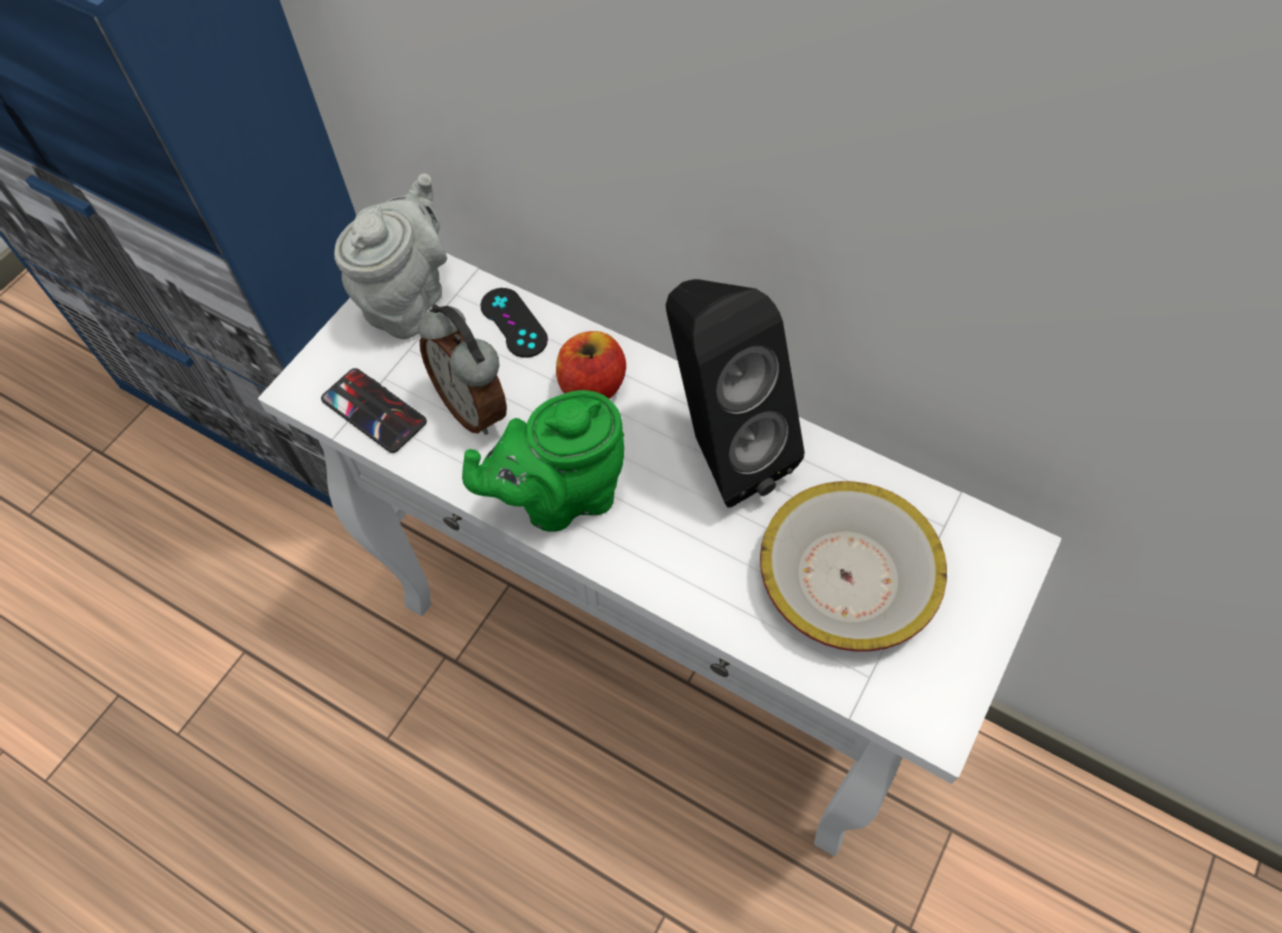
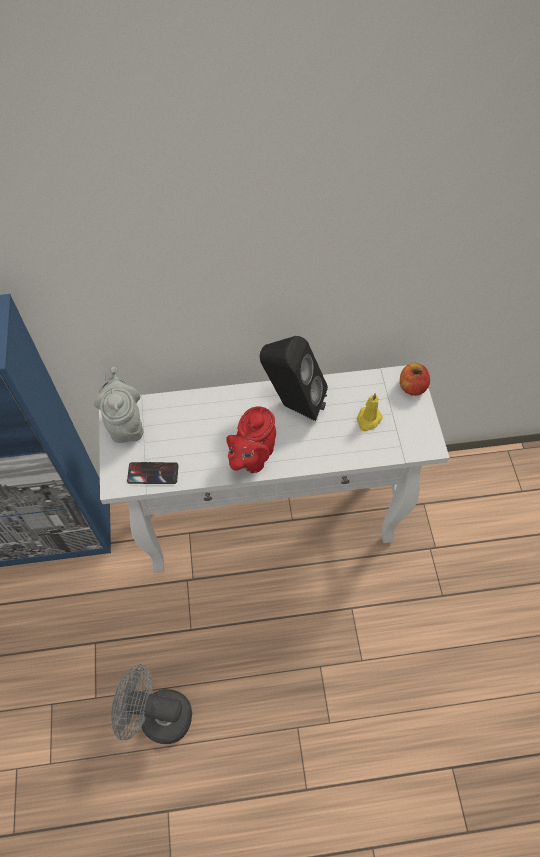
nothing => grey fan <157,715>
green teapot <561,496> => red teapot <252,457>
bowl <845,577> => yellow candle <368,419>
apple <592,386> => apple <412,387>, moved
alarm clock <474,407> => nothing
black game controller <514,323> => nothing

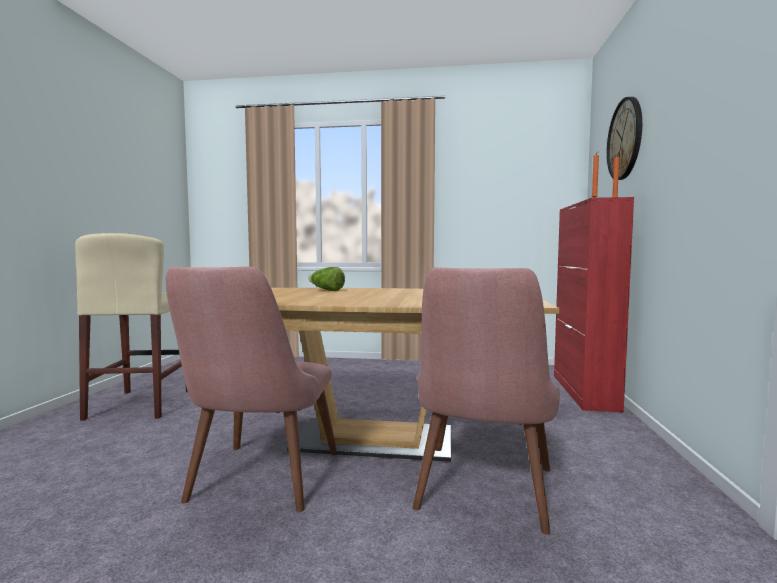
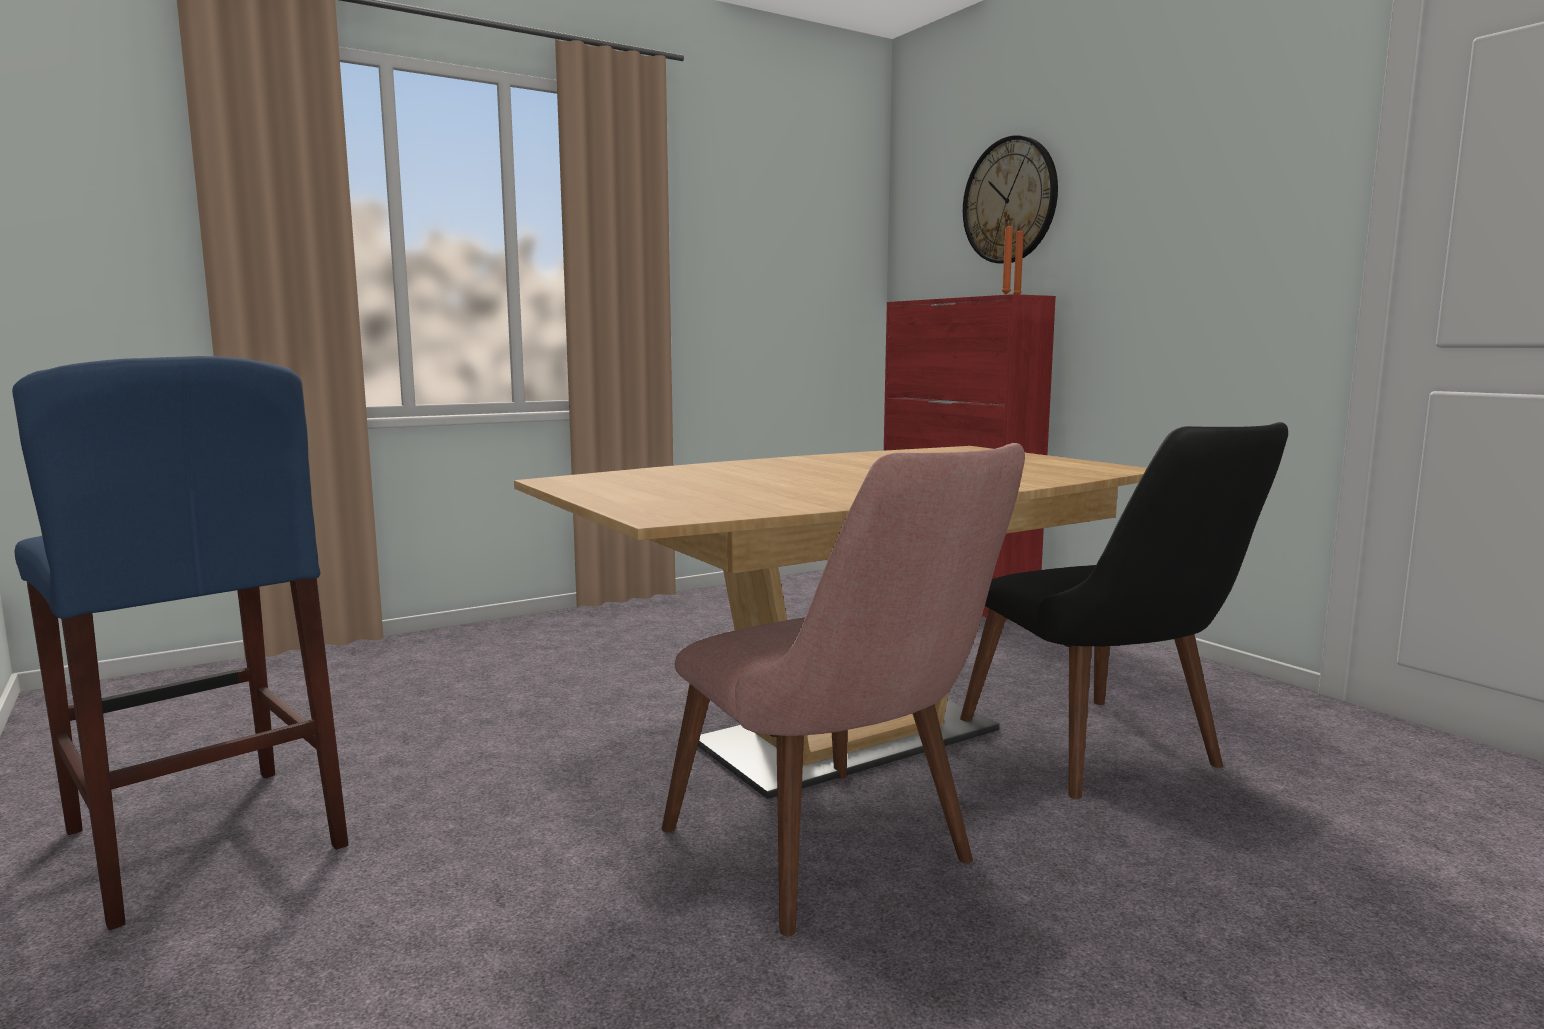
beige stool <141,404> => blue stool <203,838>
pink chair <483,498> => black chair <1109,757>
lettuce <326,290> => nothing

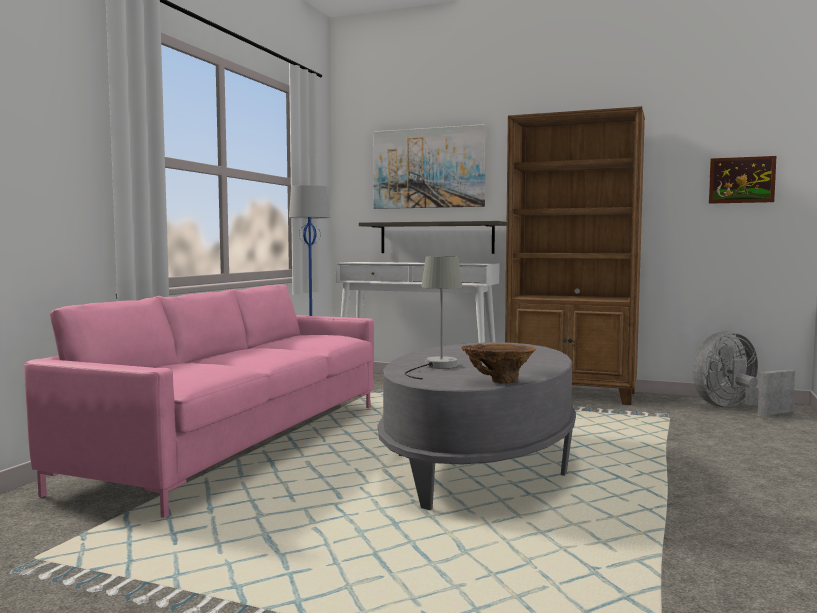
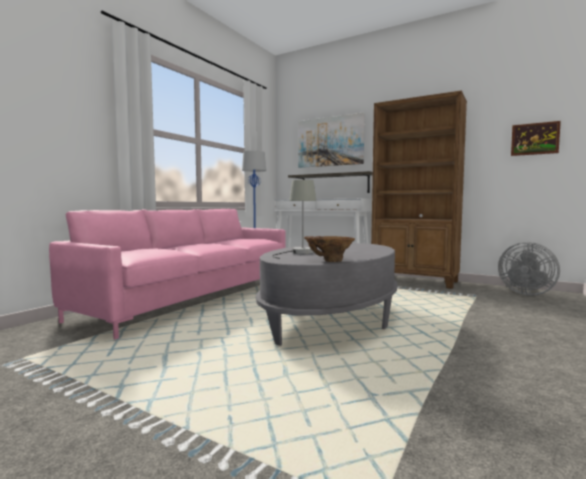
grey fan <734,408> => grey fan <525,293>, 120 degrees counterclockwise

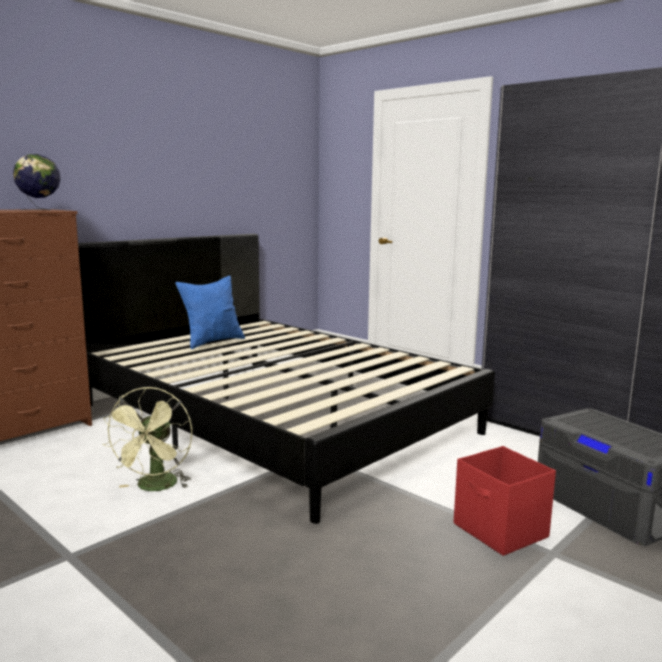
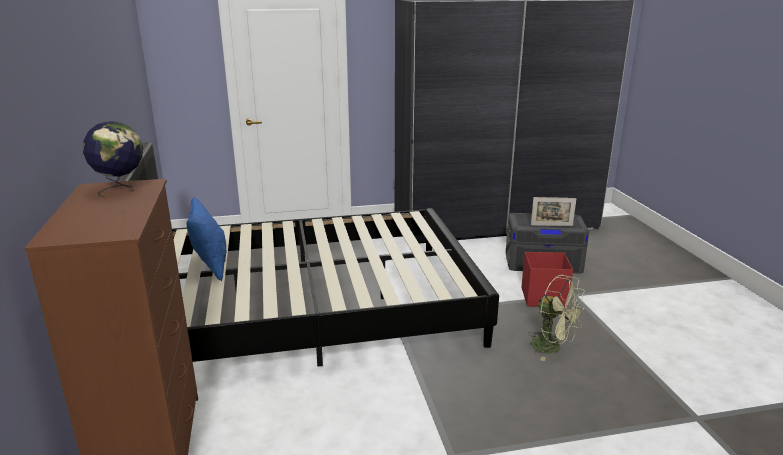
green fan <155,487> => green fan <552,347>, moved
nothing => picture frame <551,225>

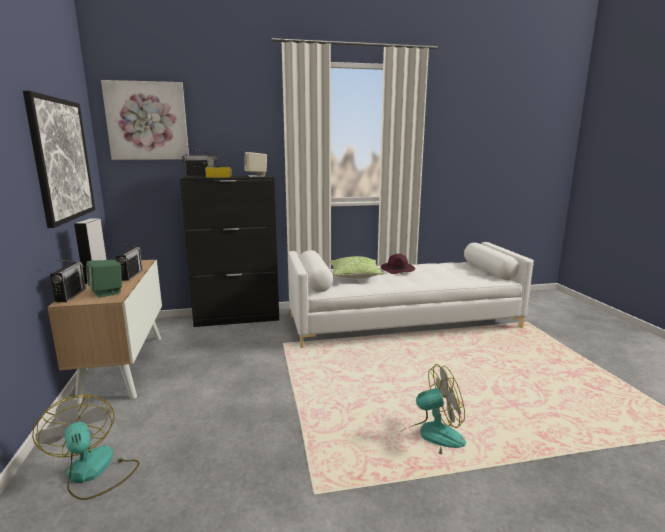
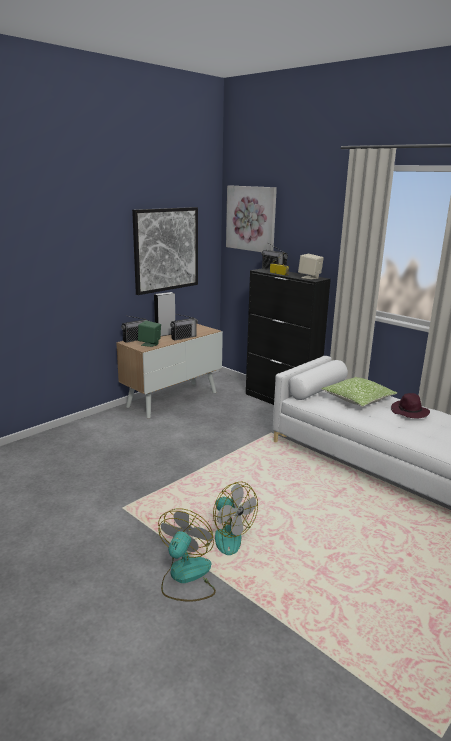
fan <93,472> => fan <186,577>, moved

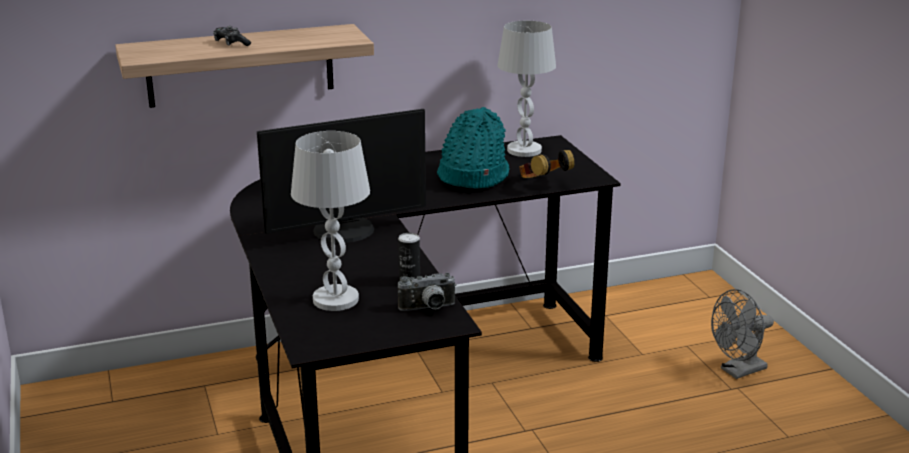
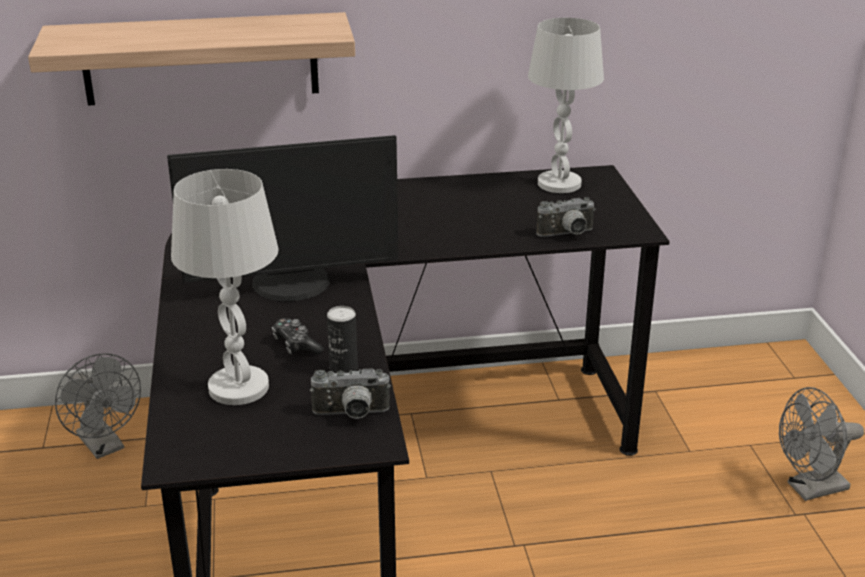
nothing => grey fan <105,446>
game controller <231,43> => game controller <296,345>, moved
headphones <543,184> => photo camera <567,234>
turquoise hat <472,176> => nothing

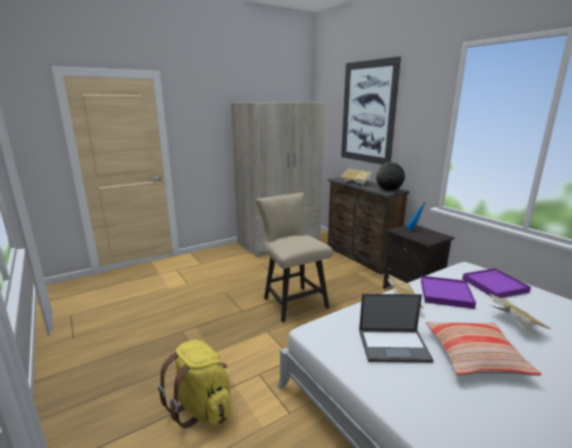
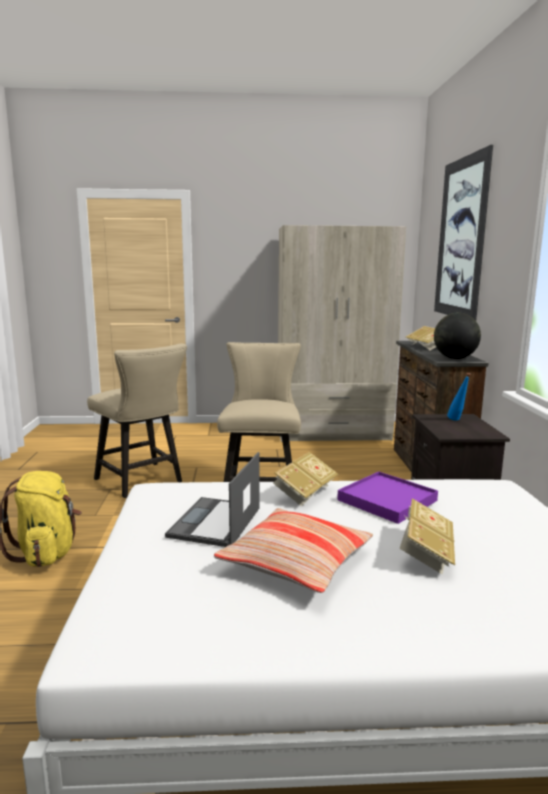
nothing => beige chair <142,482>
laptop <394,345> => laptop <215,523>, 75 degrees clockwise
purple tray <494,285> => nothing

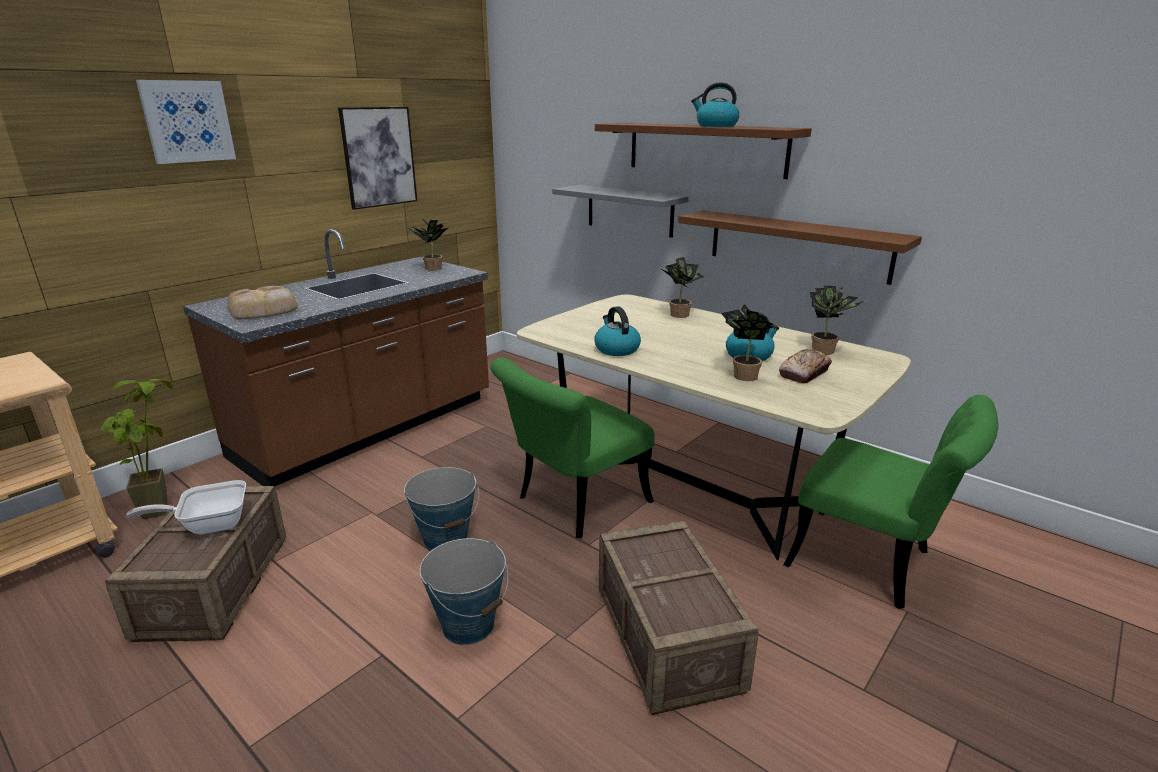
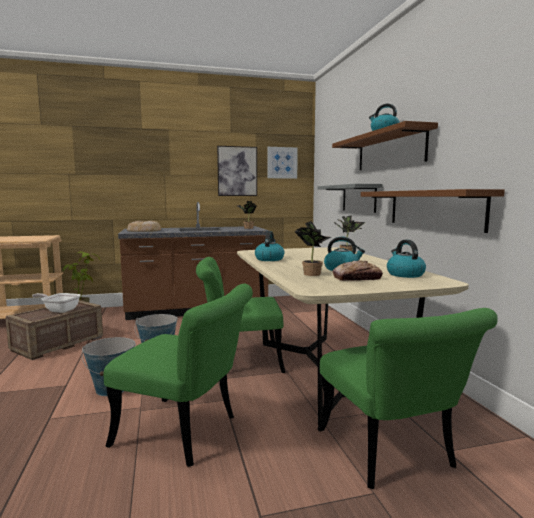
crate <668,639> => green chair <187,433>
picture <187,121> => picture <282,162>, moved
potted plant <826,351> => kettle <404,274>

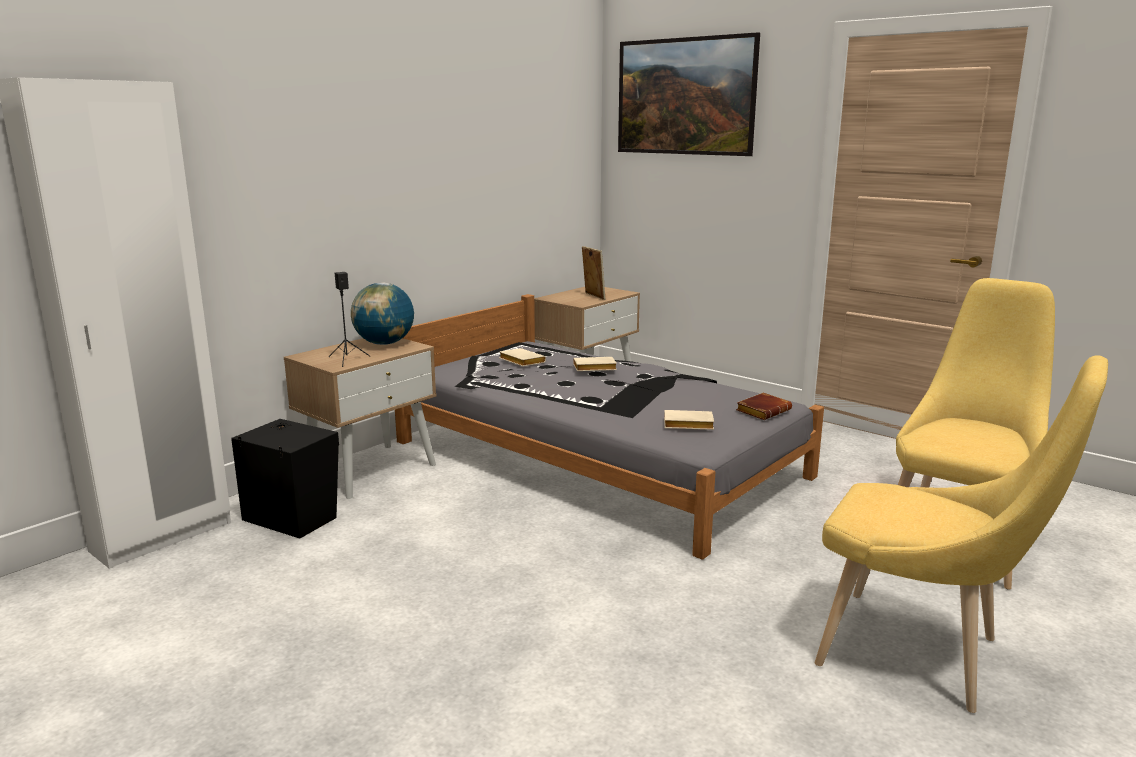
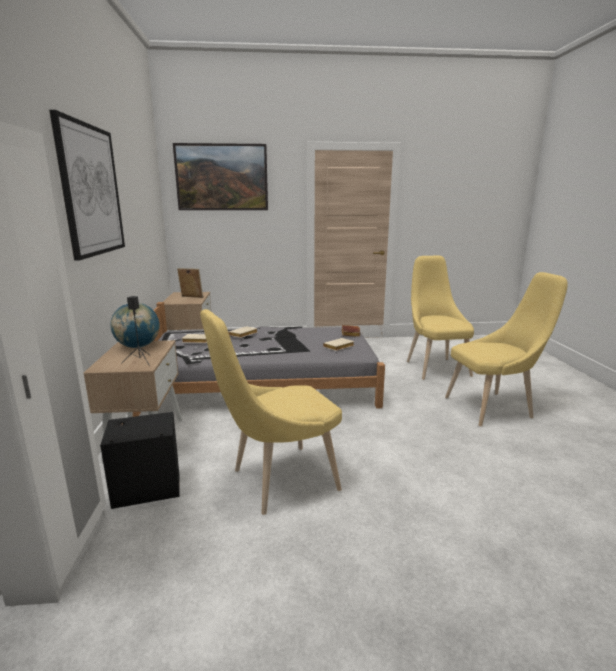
nothing => picture <91,190>
nothing => yellow chair <278,481>

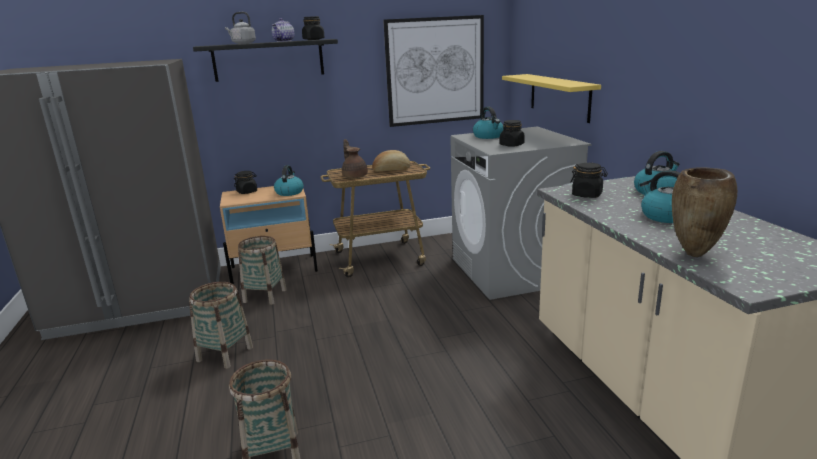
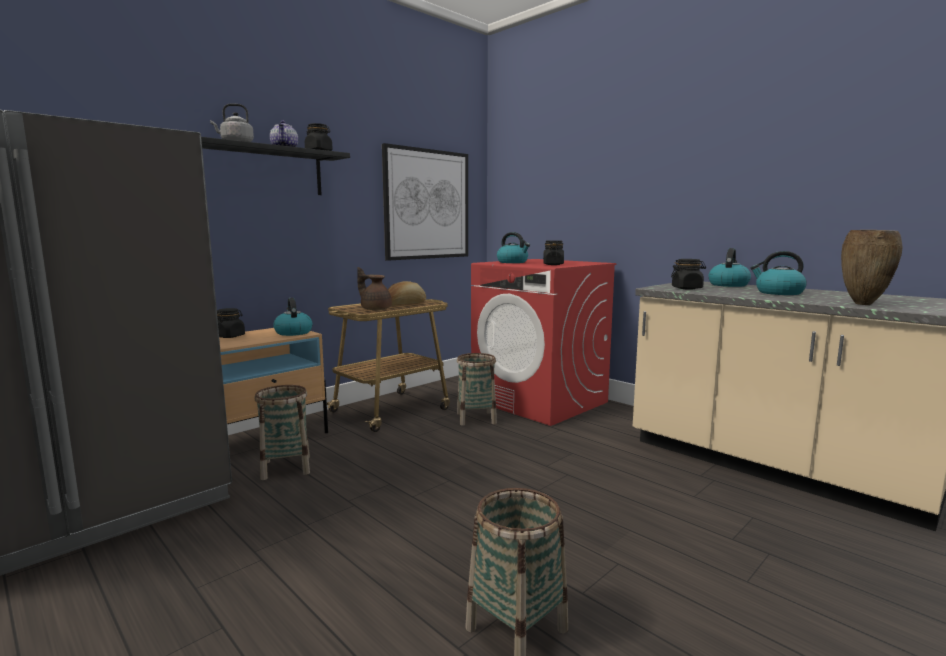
basket <225,354> => basket <476,418>, moved
grey washing machine <512,271> => red washing machine <540,401>
yellow shelf <559,96> => nothing

